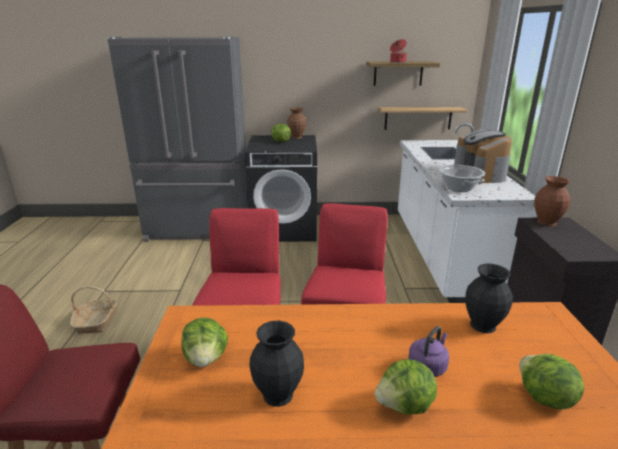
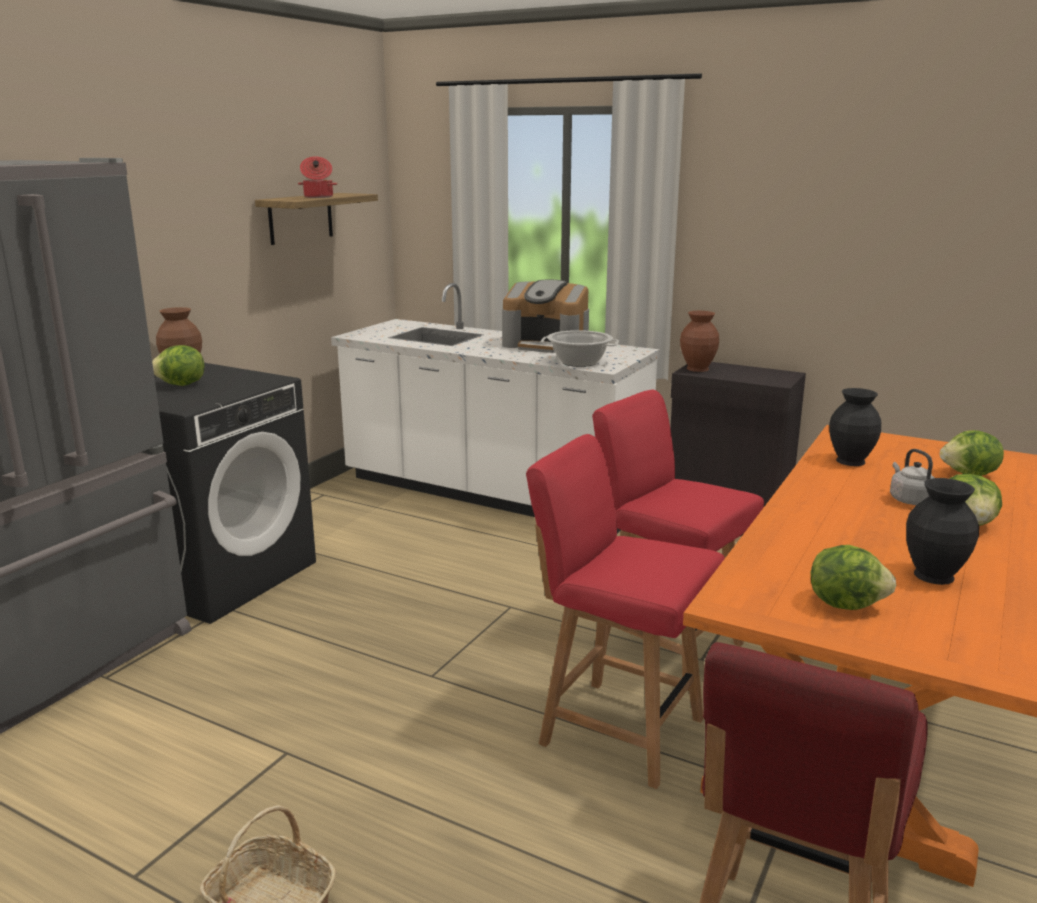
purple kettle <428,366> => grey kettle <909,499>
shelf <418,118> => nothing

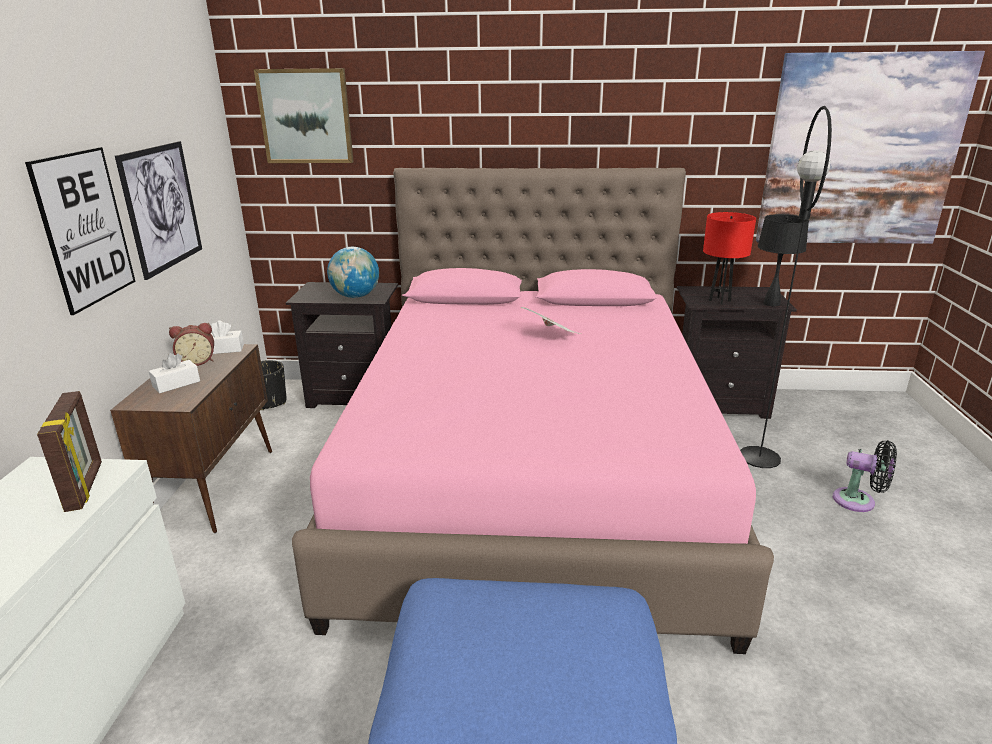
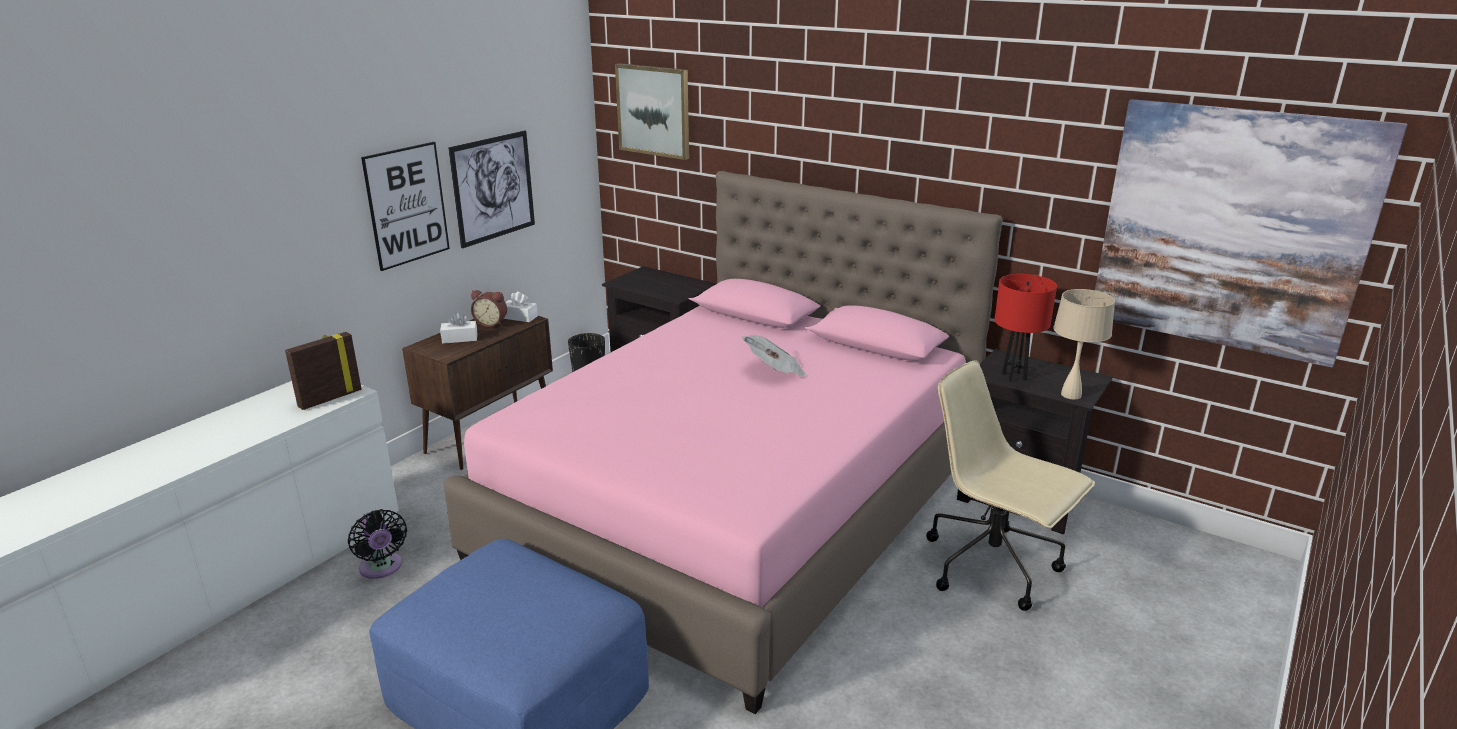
picture frame <86,487> => picture frame <329,398>, 150 degrees counterclockwise
black fan <858,501> => black fan <381,568>, moved
black floor lamp <759,457> => beige office chair <993,567>
black table lamp <771,303> => beige table lamp <1070,395>
globe <355,296> => nothing

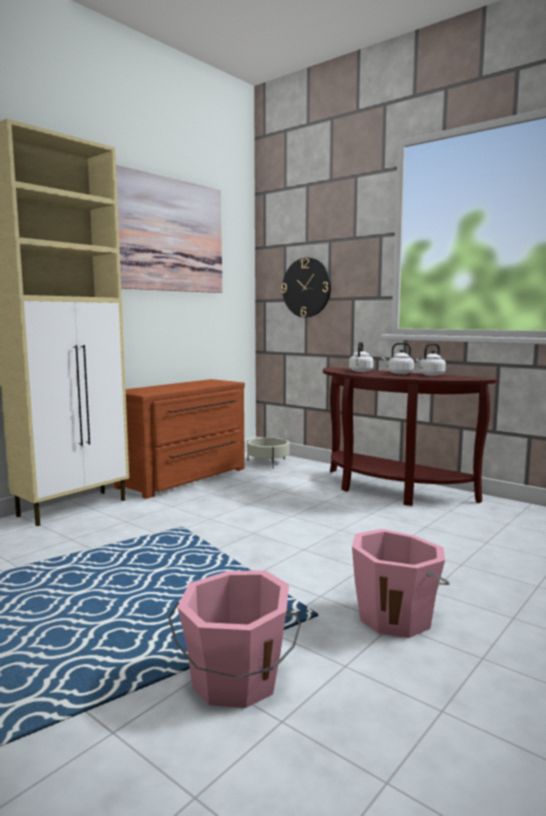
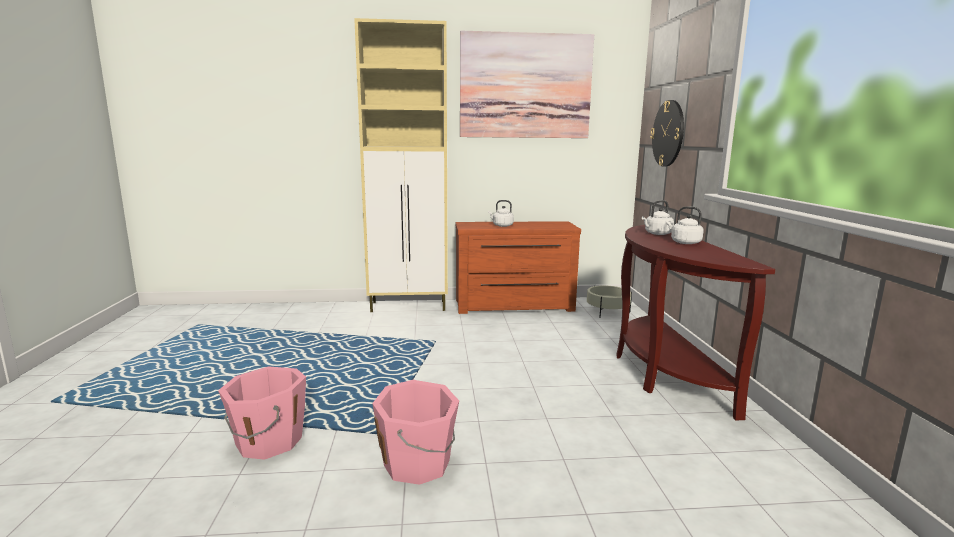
white kettle <430,375> => white kettle <501,225>, moved

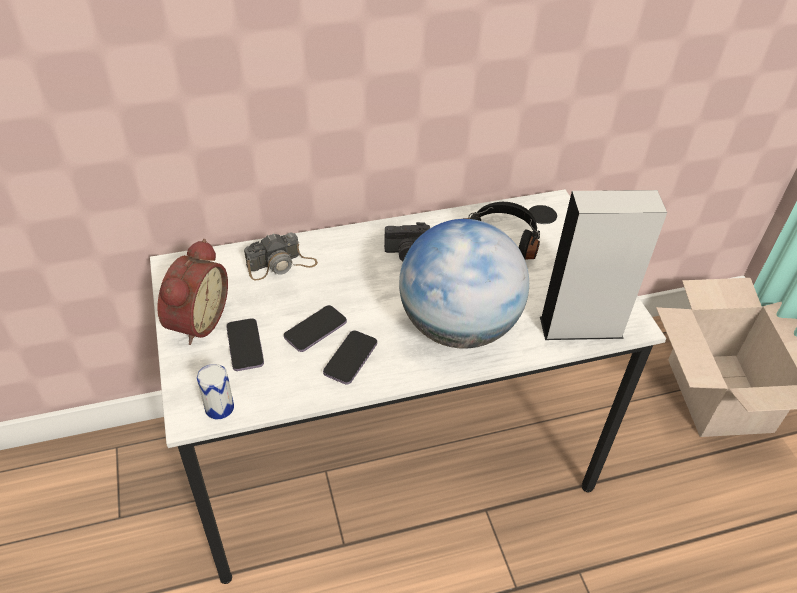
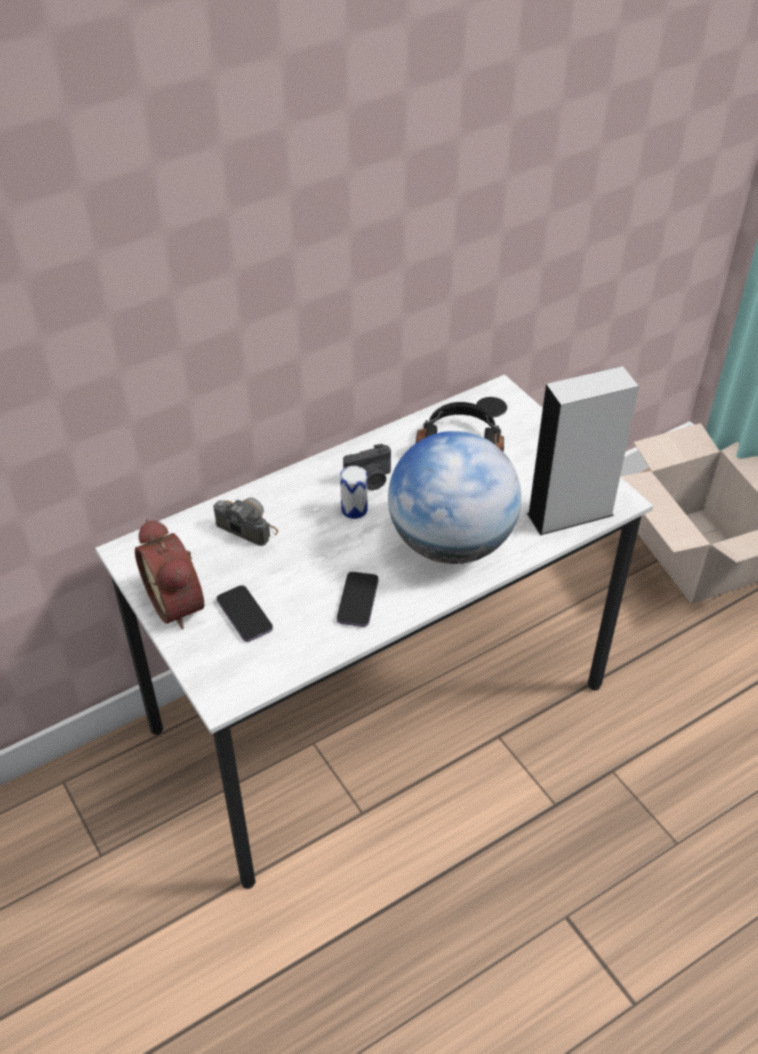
alarm clock <195,320> => alarm clock <179,602>, 150 degrees clockwise
photo camera <281,265> => photo camera <243,523>, 105 degrees counterclockwise
can <219,408> => can <354,509>, moved
phone <315,330> => nothing

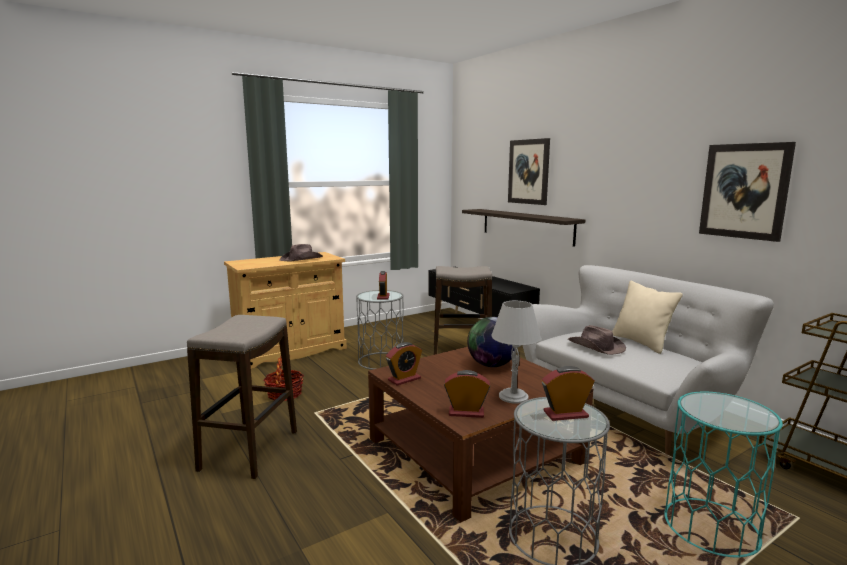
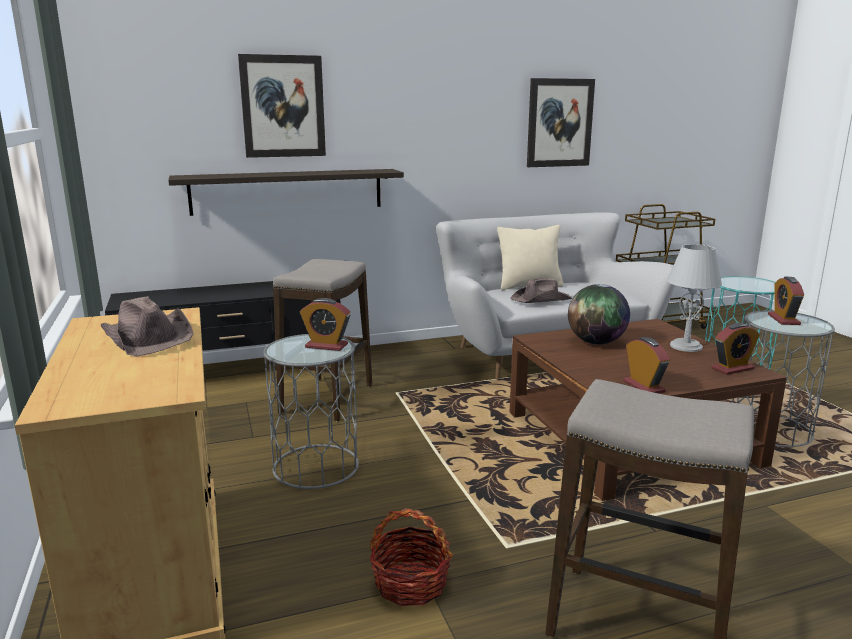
alarm clock <466,412> => alarm clock <732,368>, 135 degrees counterclockwise

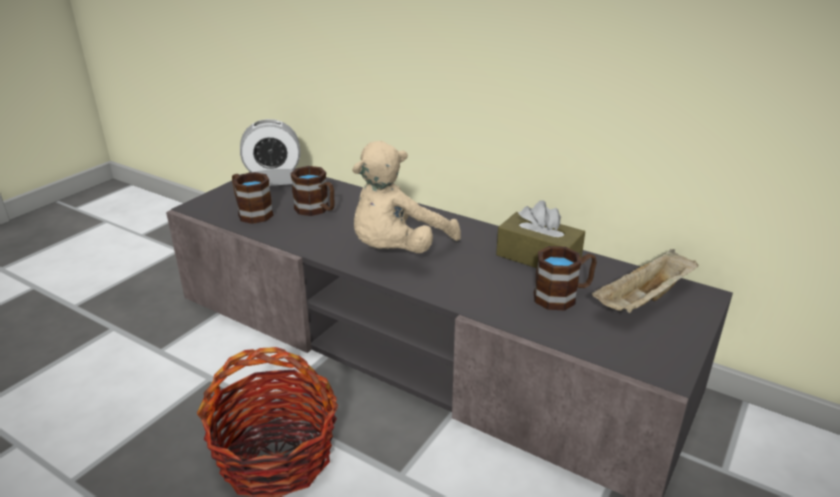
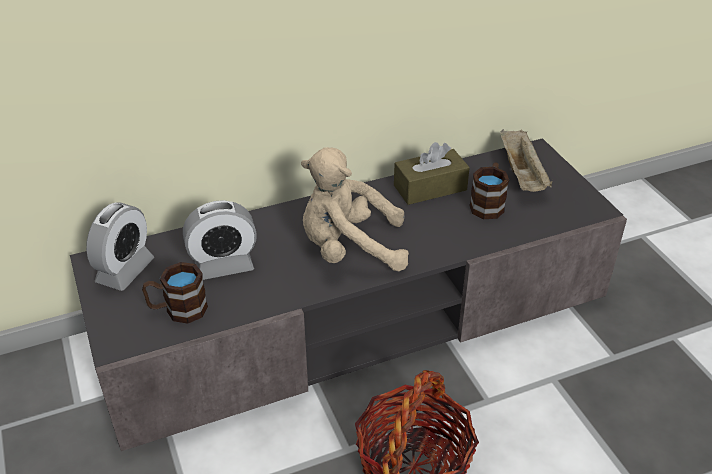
brown mug <317,210> => alarm clock <224,266>
beige plush toy <398,250> => beige plush toy <349,249>, 105 degrees clockwise

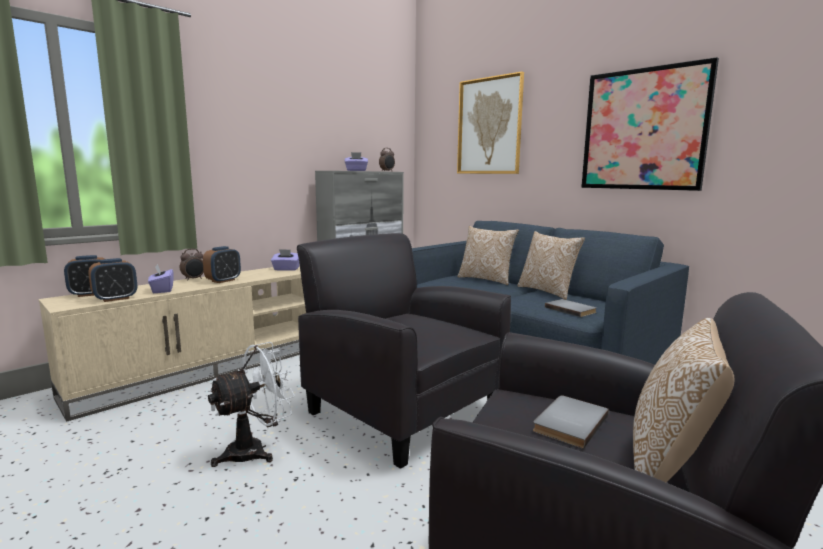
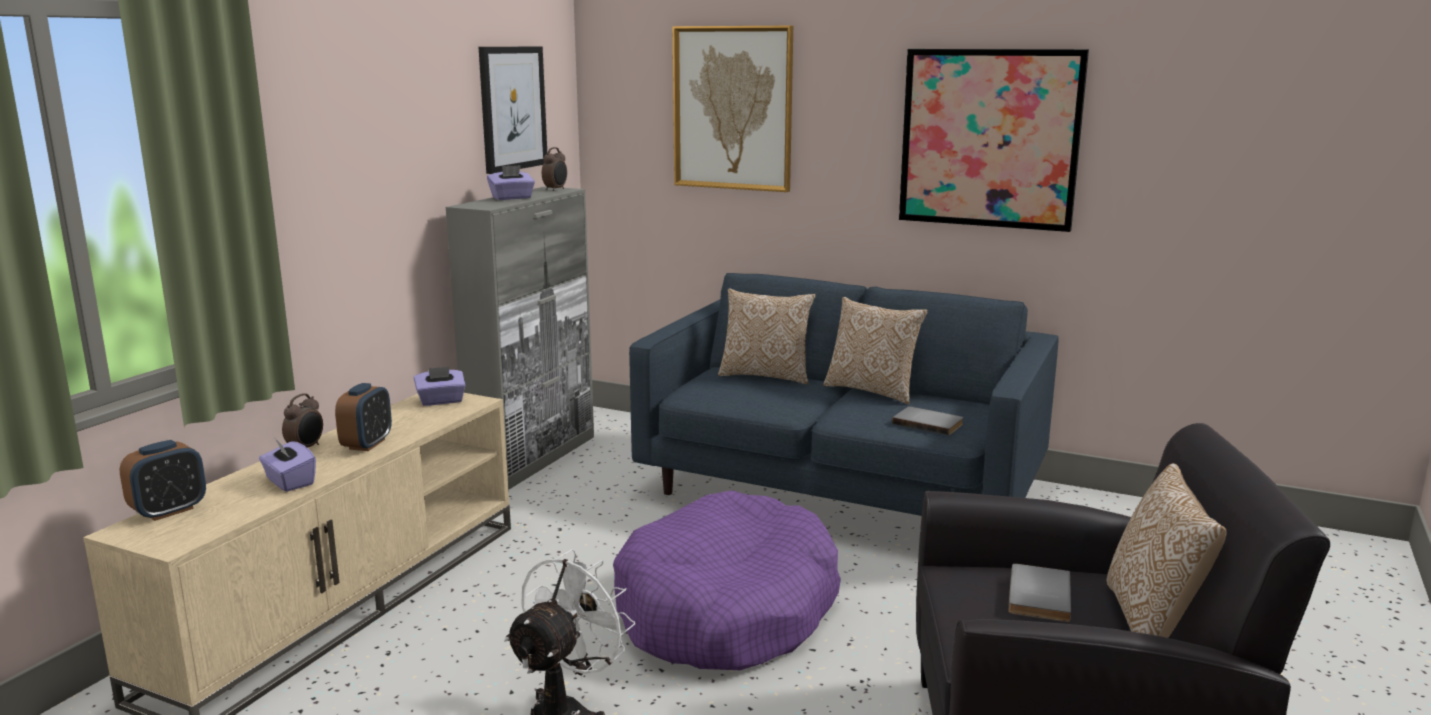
nothing => picture <512,108>
black armchair <402,410> => purple dog bed <727,610>
alarm clock <115,298> => nothing

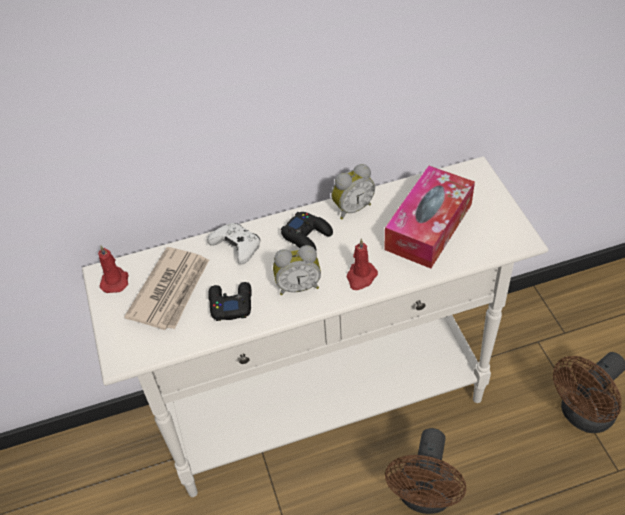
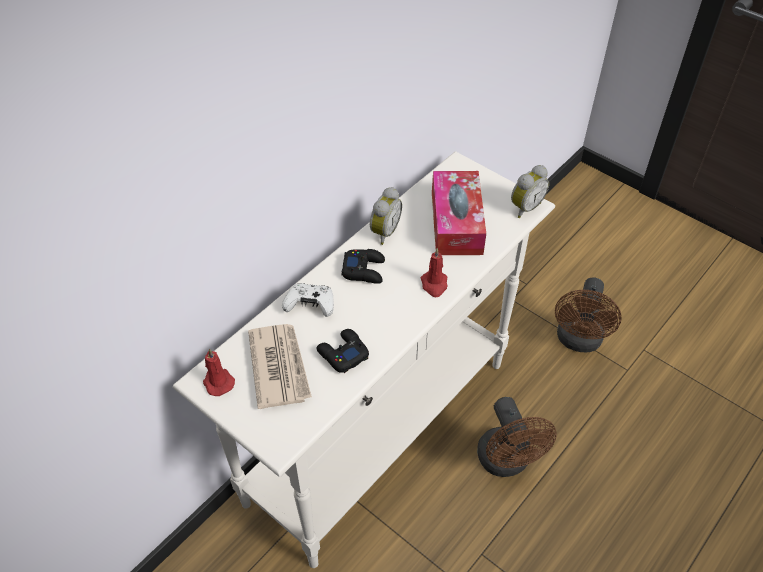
alarm clock <298,286> => alarm clock <524,207>, moved

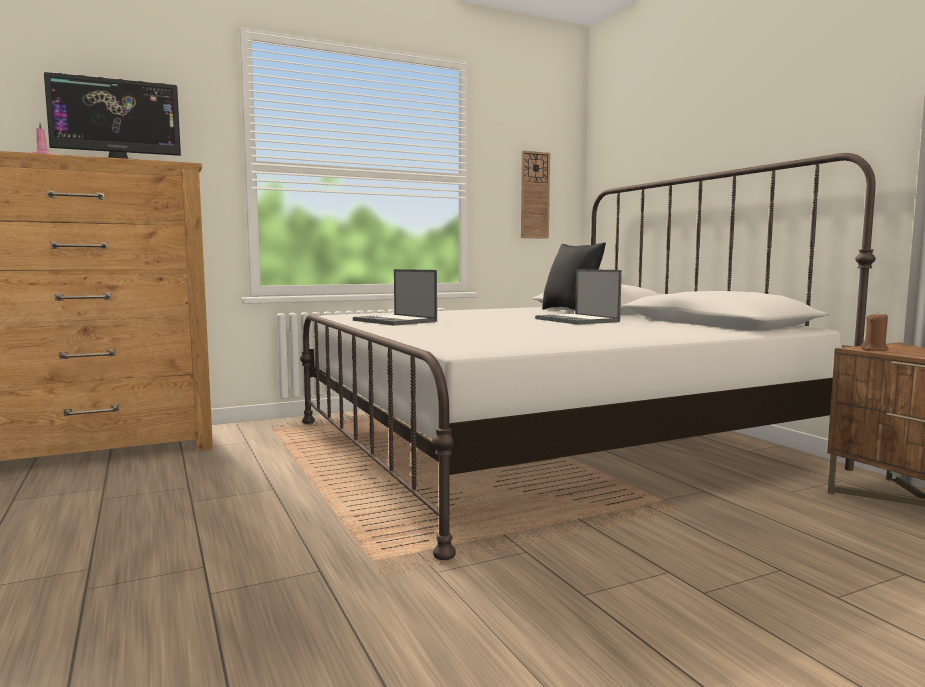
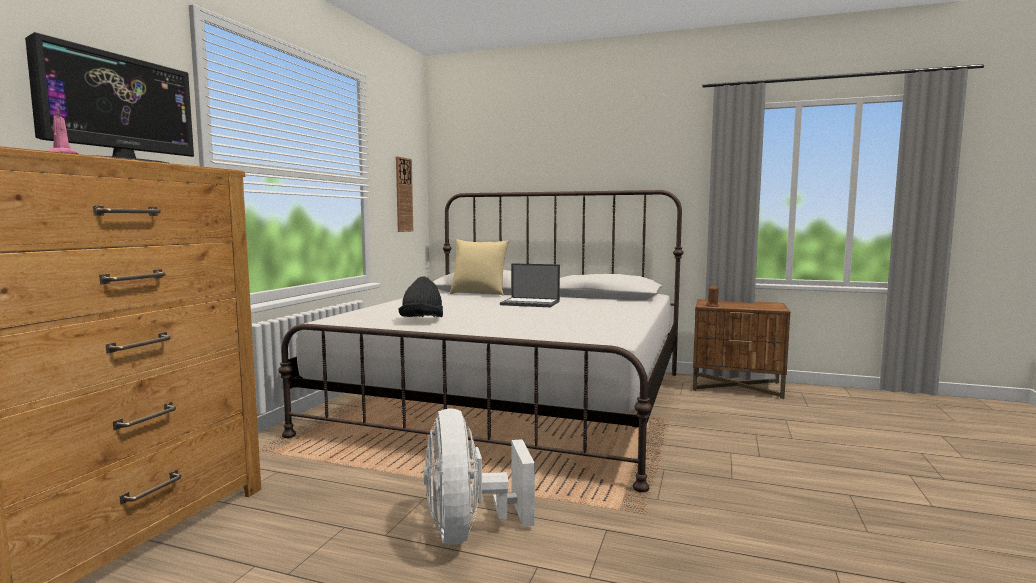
laptop <395,321> => black hat <422,321>
nothing => white fan <468,530>
black pillow <571,311> => beige pillow <479,294>

